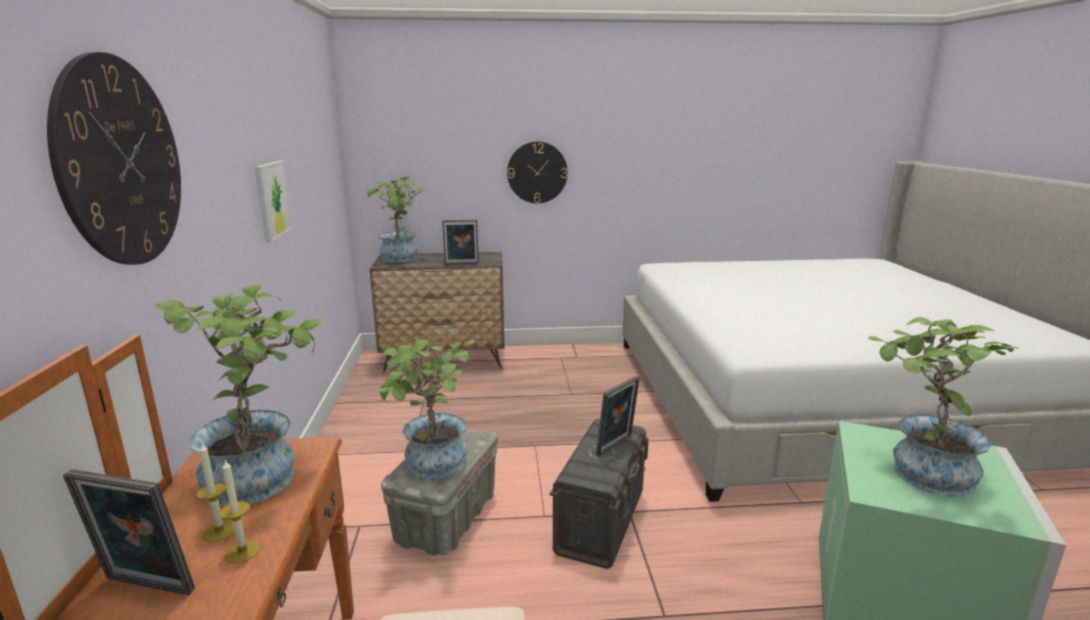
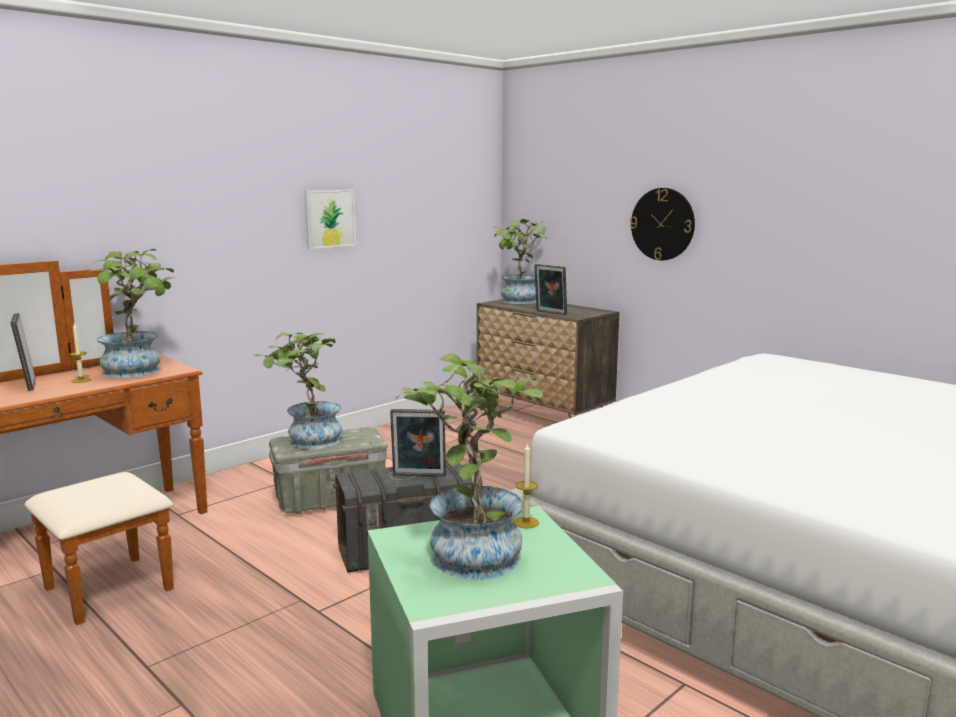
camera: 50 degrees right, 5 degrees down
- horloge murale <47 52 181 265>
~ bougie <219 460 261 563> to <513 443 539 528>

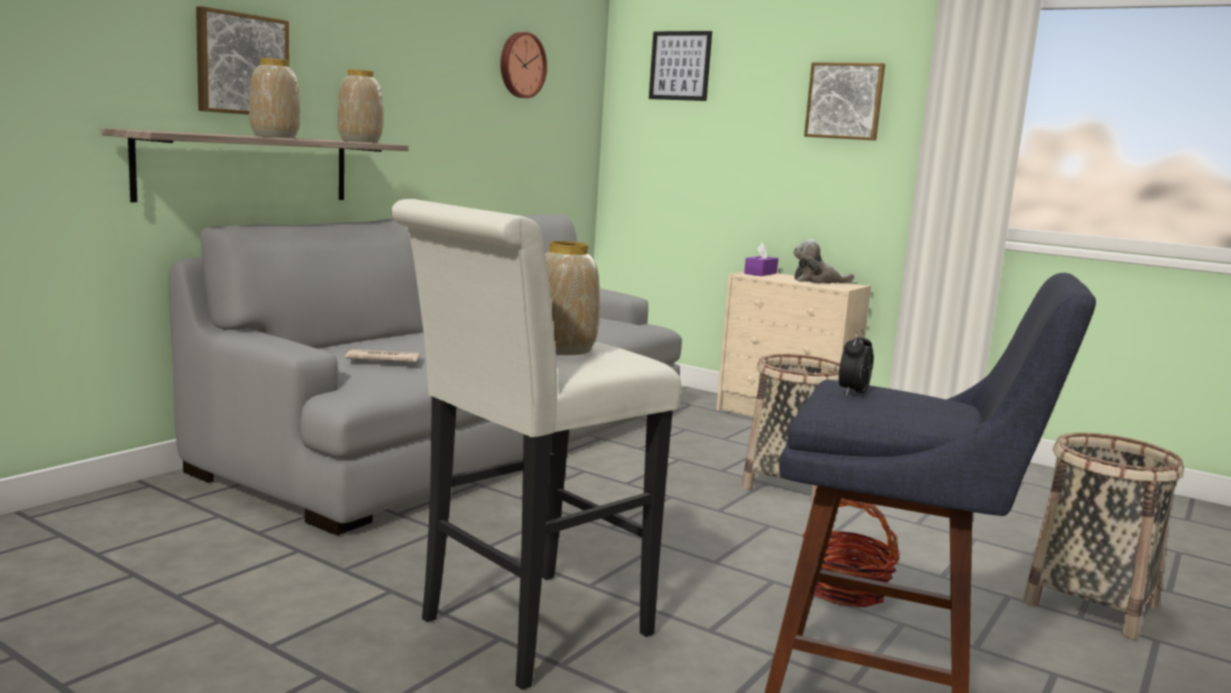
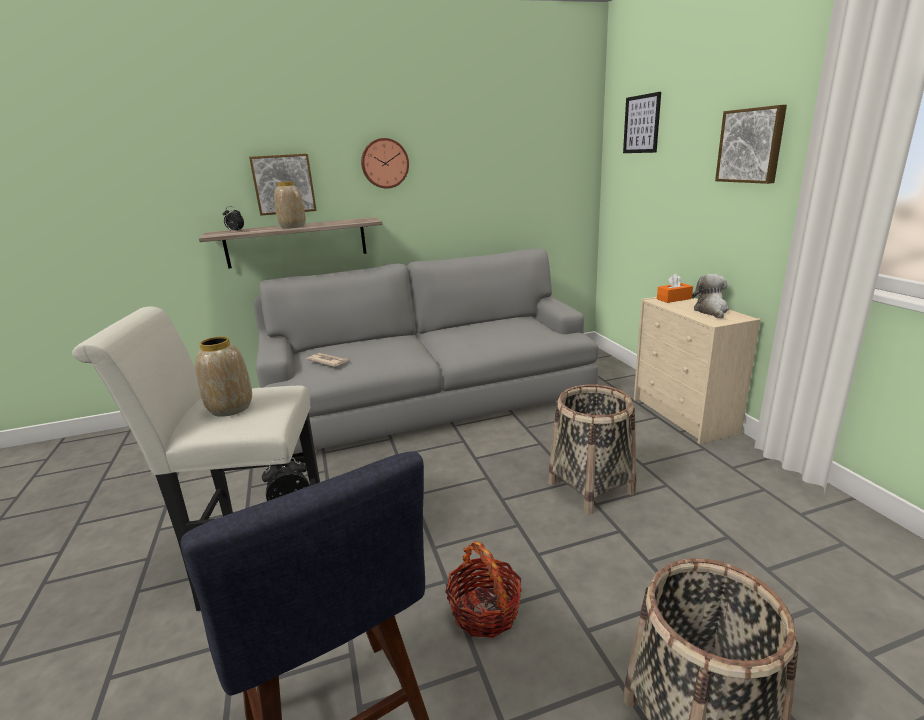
camera: 40 degrees right, 10 degrees up
- vase <337 69 383 143>
~ horloge murale <500 32 547 98> to <361 138 409 189>
~ boîte à mouchoirs/violet <744 242 778 276> to boîte à mouchoirs/orange <657 274 693 303>
~ peluche <793 239 854 284> = <692 274 729 319> 60 degrees clockwise
+ réveil <223 206 244 231>

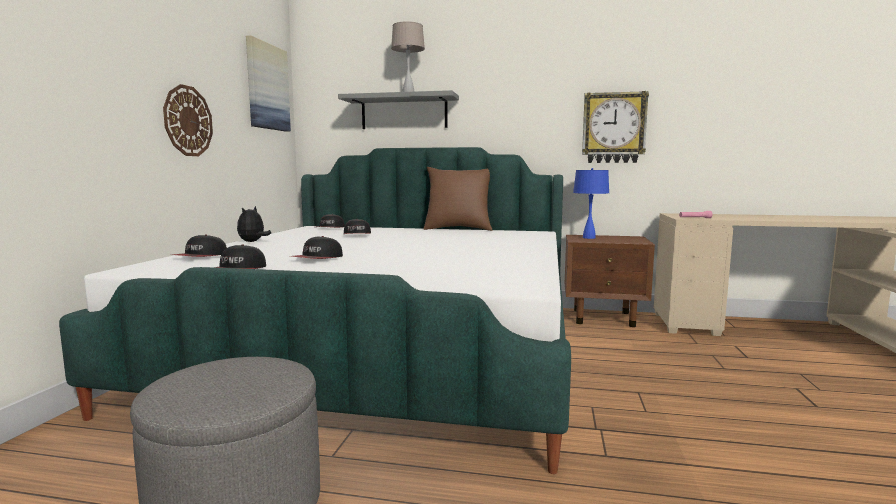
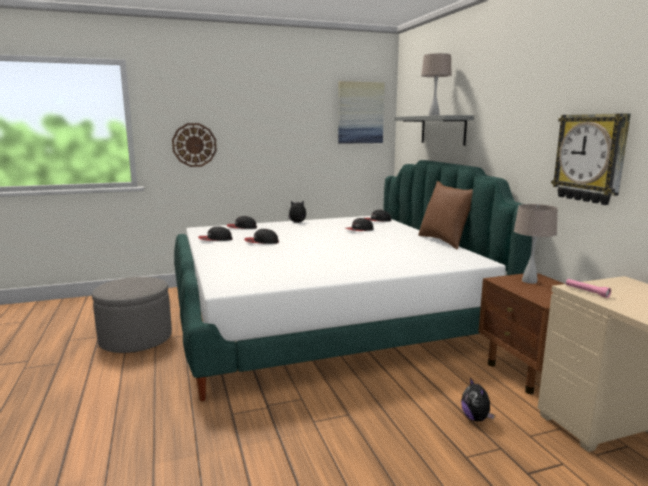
camera: 60 degrees right, 5 degrees up
~ horloge murale <163 84 213 156> to <172 123 217 167>
~ lampe de table/bleu <573 168 609 239> to lampe de table/beige <514 204 558 284>
+ peluche <461 378 494 421>

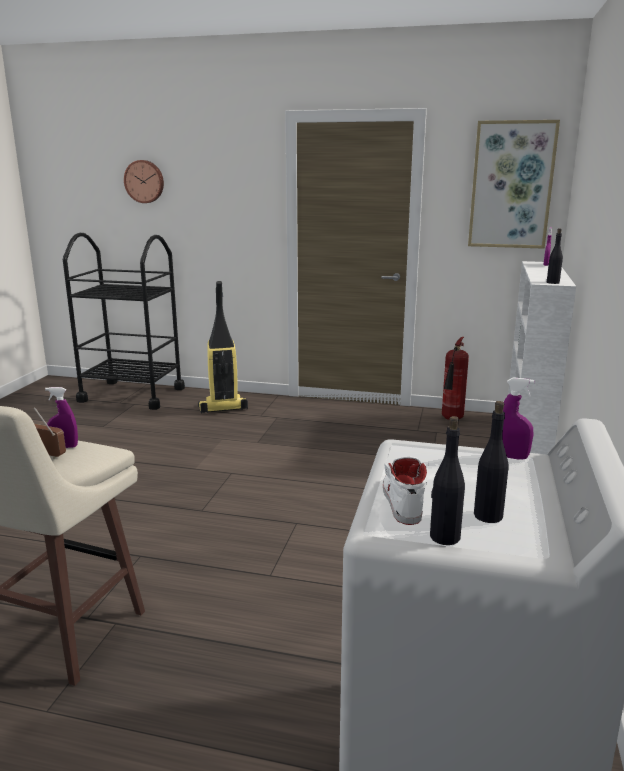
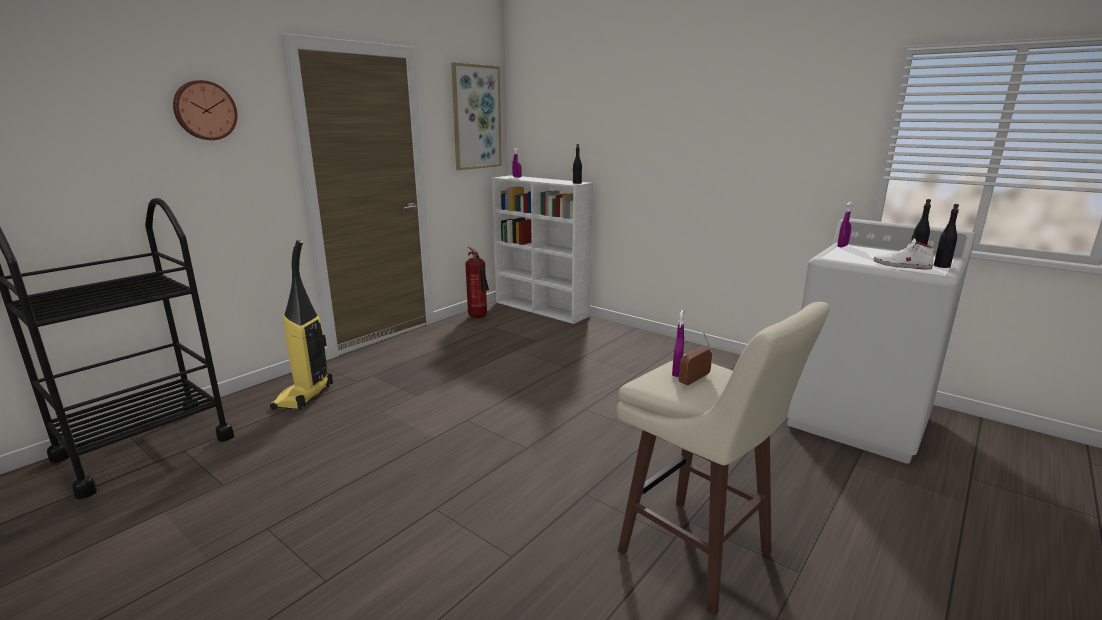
camera: 65 degrees left, 0 degrees up
~ horloge murale <124 160 164 203> to <173 80 238 140>

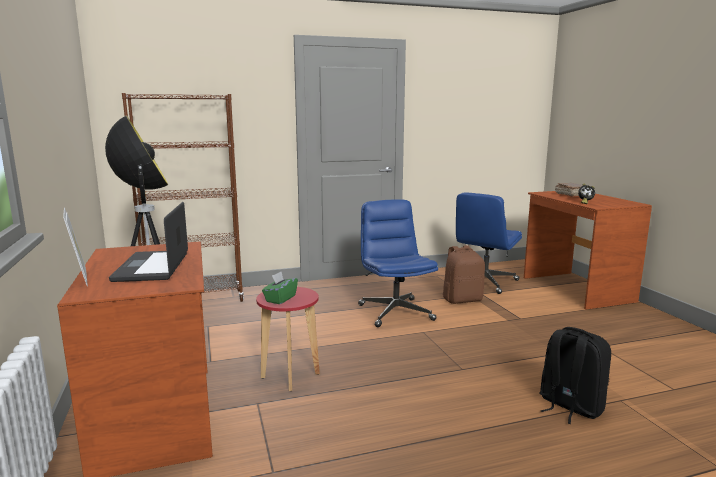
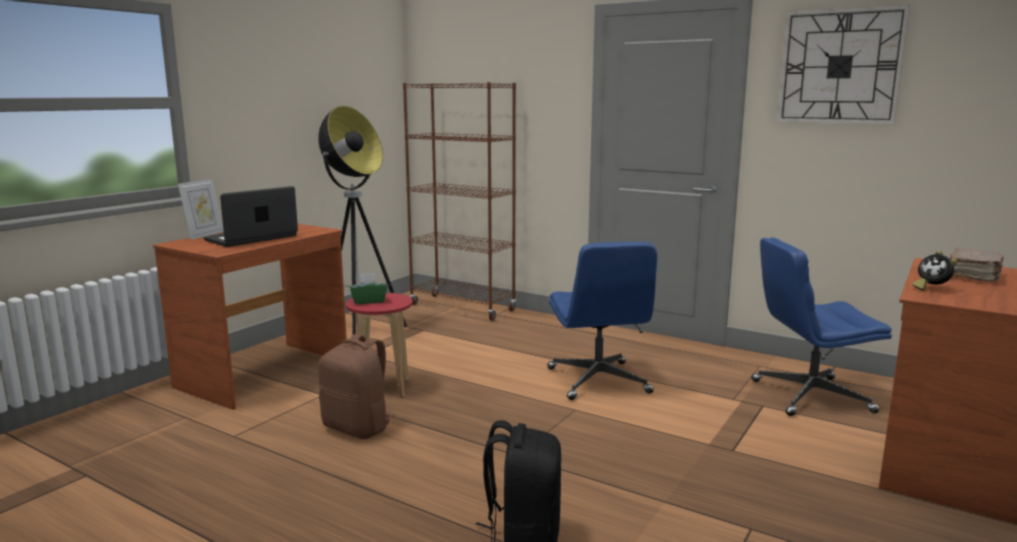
camera: 50 degrees right, 0 degrees up
~ chaise de bureau/bleu <358 199 438 327> = <547 242 657 400> 135 degrees clockwise
~ sac à dos/marron <442 245 485 304> to <318 334 395 439>
+ horloge murale <777 5 910 125>

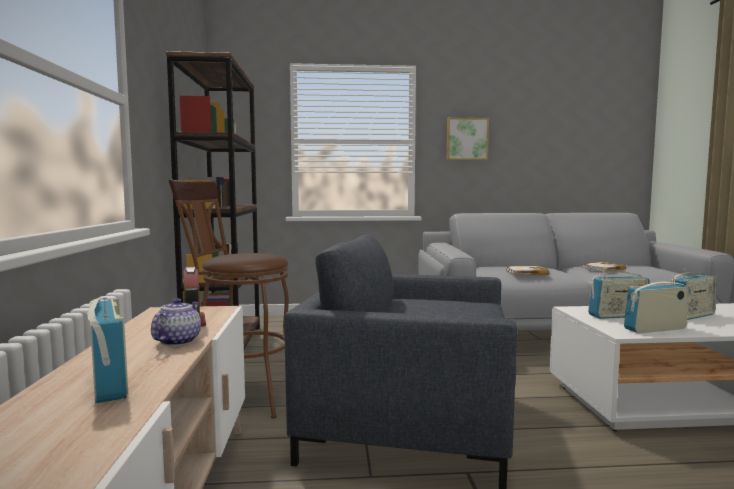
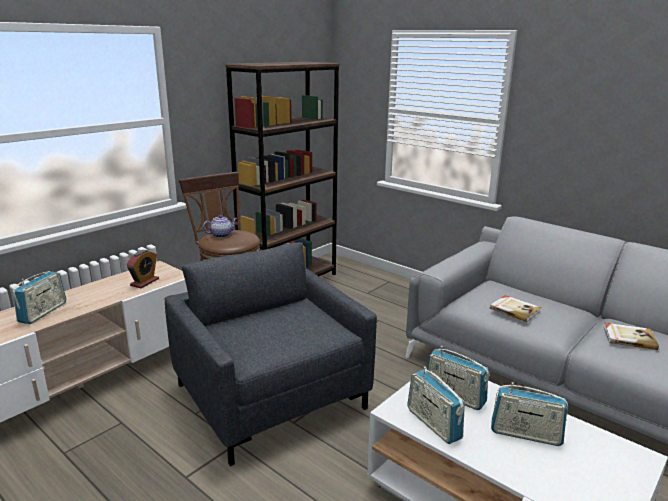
camera: 45 degrees right, 15 degrees up
~ théière <151 298 201 346> to <203 215 237 238>
- tableau <447 117 489 160>
~ radio <624 275 687 334> = <407 366 465 444> 150 degrees counterclockwise

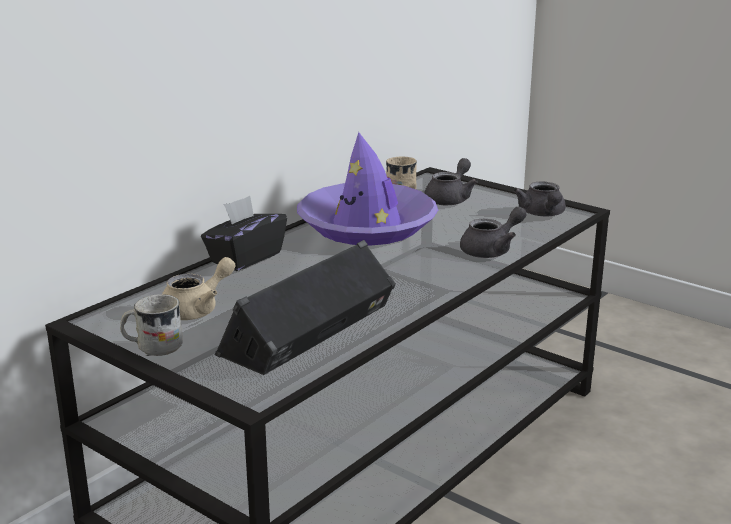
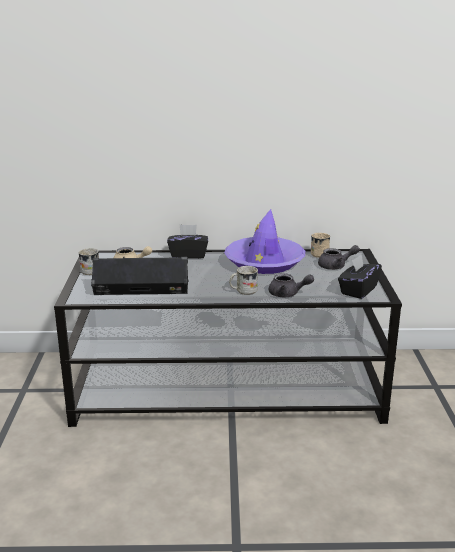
camera: 50 degrees right, 0 degrees up
~ théière/gris <514 181 566 216> to boîte à mouchoirs/noir <338 254 382 299>
+ mug/blanc <229 266 258 295>

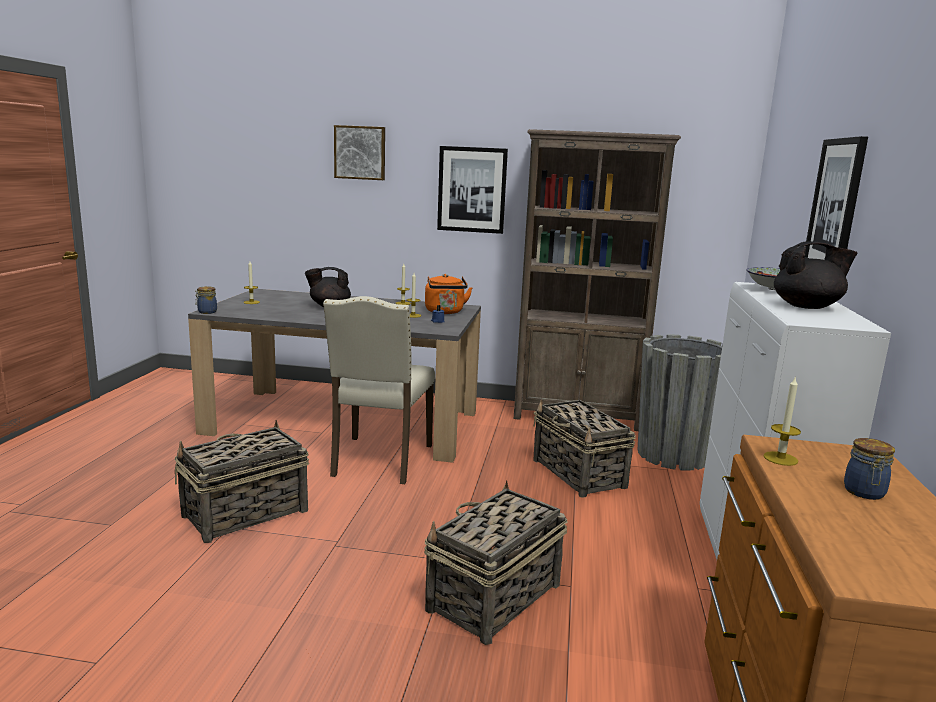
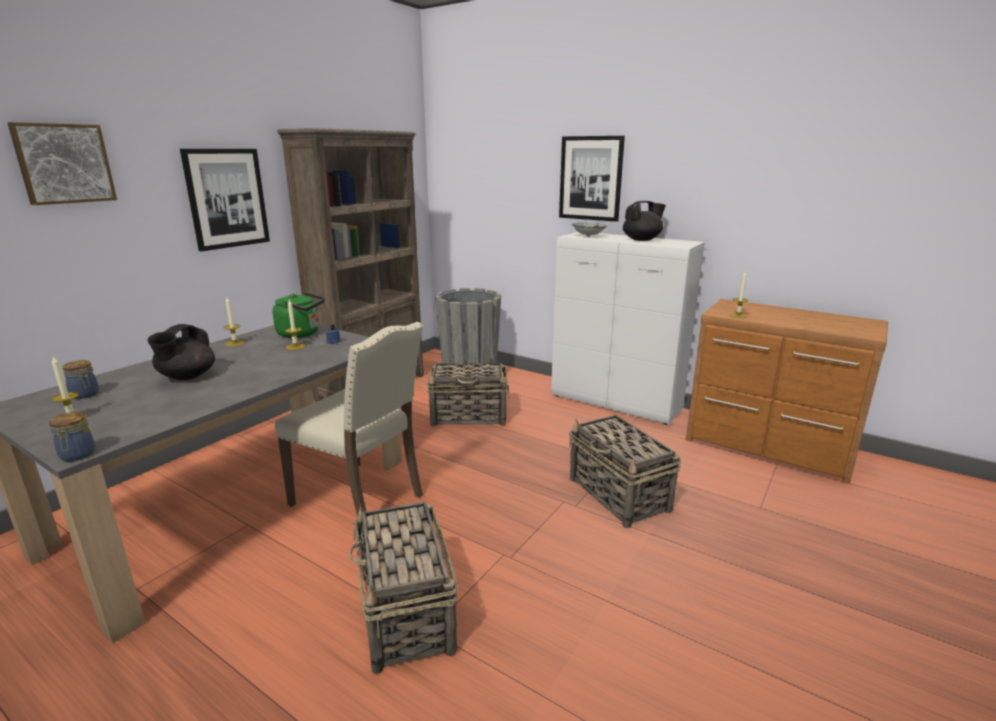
camera: 65 degrees left, 5 degrees up
~ bouilloire/orange <425 274 473 314> to bouilloire/vert <272 292 325 338>
~ théière/noir <774 241 857 309> = <623 201 666 241> 45 degrees clockwise
~ bocal <844 438 895 500> to <62 360 99 399>

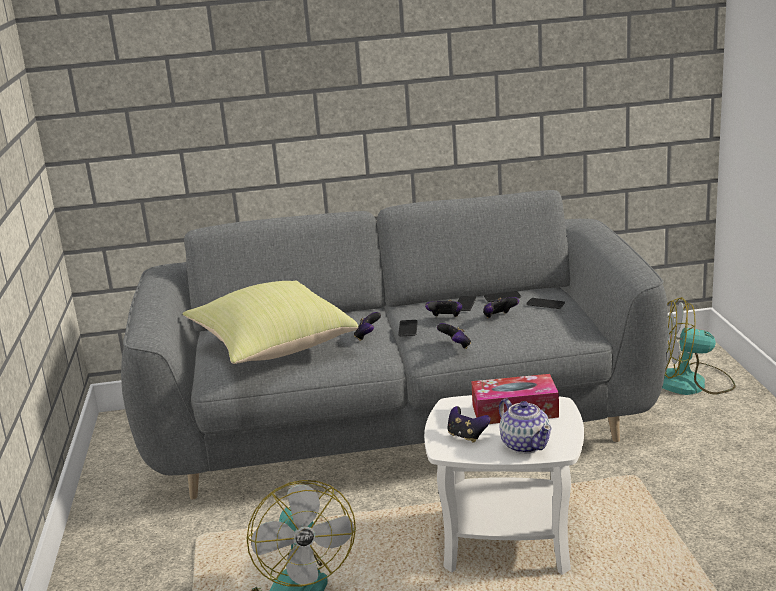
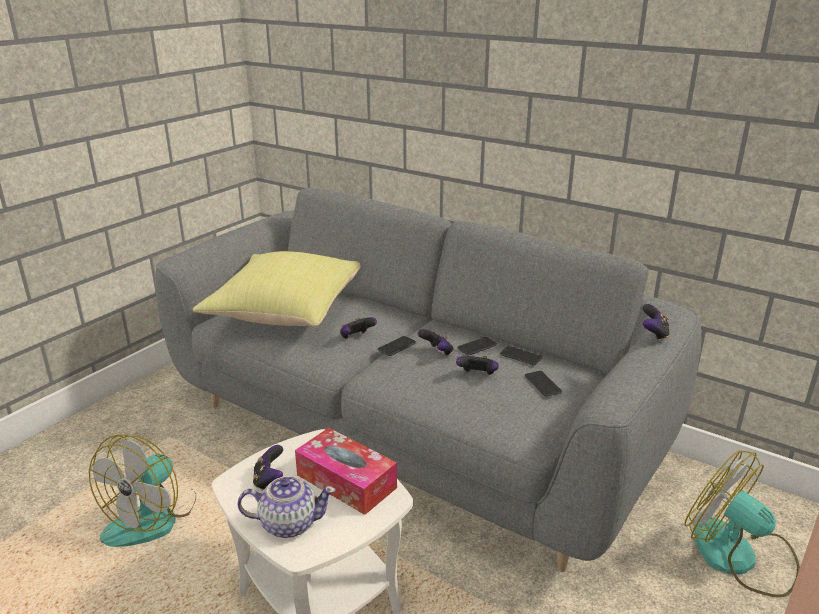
camera: 40 degrees right, 5 degrees up
~ manette <437 323 471 349> to <643 304 669 341>
~ théière <499 398 552 454> = <237 476 336 538> 105 degrees counterclockwise

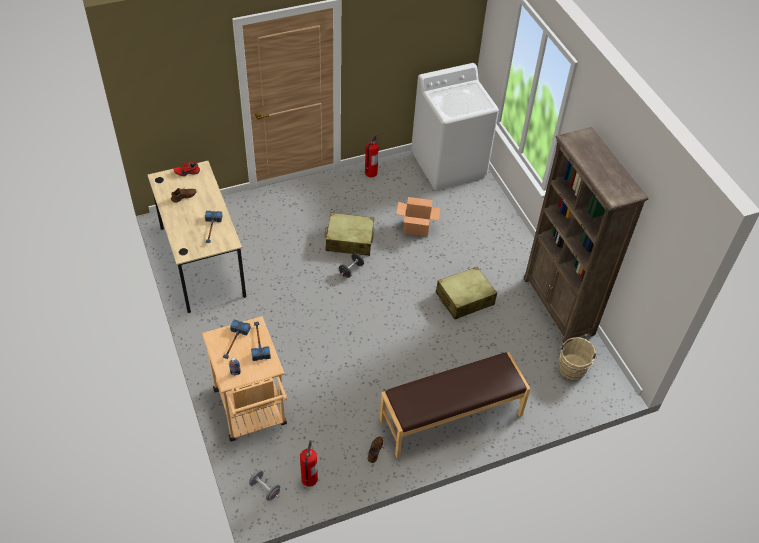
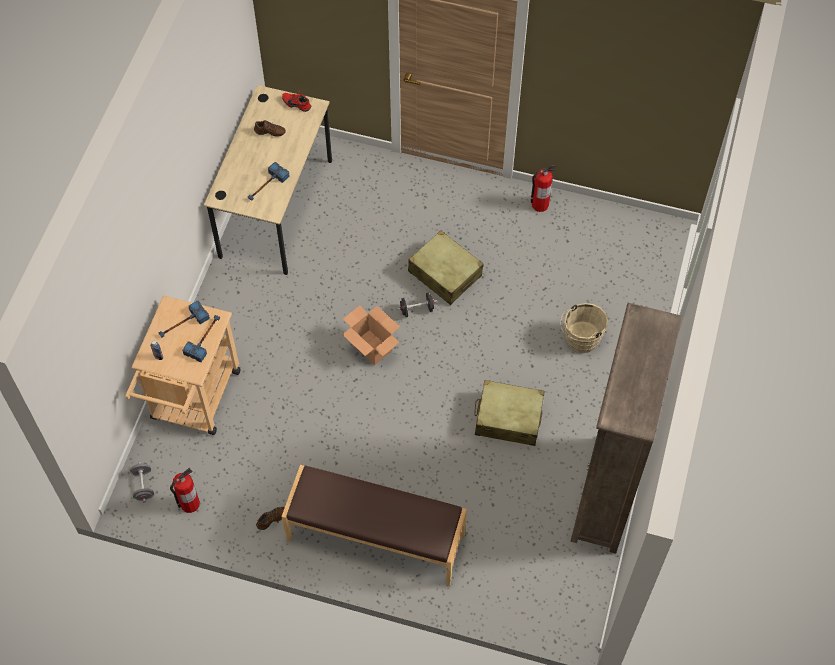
camera: 40 degrees right, 10 degrees up
~ carton <396 197 441 236> to <342 306 400 365>
- lave-linge/blanc <411 63 499 190>
~ seau/beige <559 337 597 380> to <560 303 608 353>

